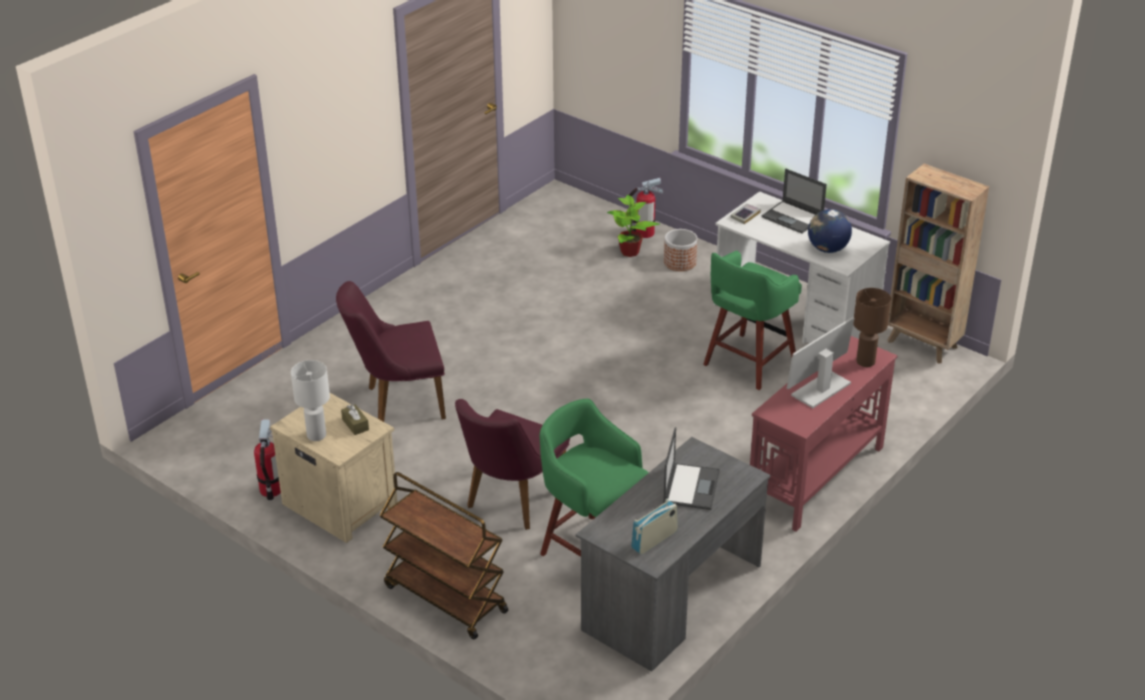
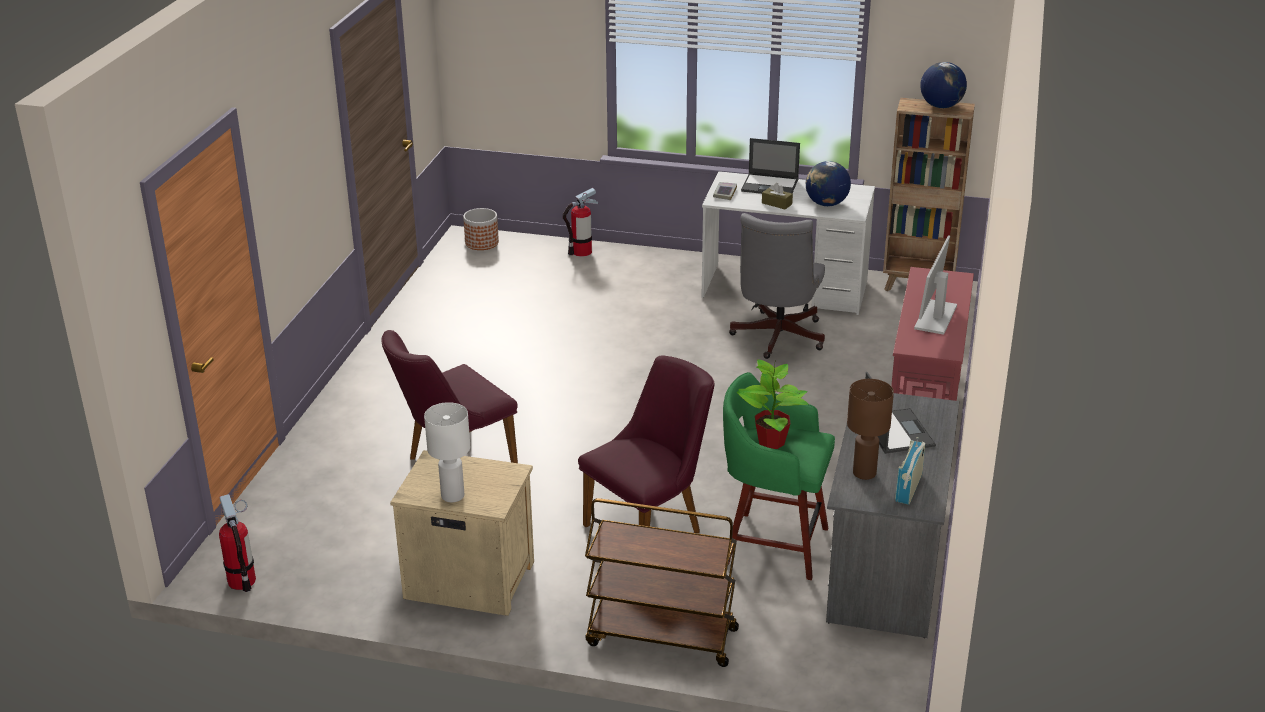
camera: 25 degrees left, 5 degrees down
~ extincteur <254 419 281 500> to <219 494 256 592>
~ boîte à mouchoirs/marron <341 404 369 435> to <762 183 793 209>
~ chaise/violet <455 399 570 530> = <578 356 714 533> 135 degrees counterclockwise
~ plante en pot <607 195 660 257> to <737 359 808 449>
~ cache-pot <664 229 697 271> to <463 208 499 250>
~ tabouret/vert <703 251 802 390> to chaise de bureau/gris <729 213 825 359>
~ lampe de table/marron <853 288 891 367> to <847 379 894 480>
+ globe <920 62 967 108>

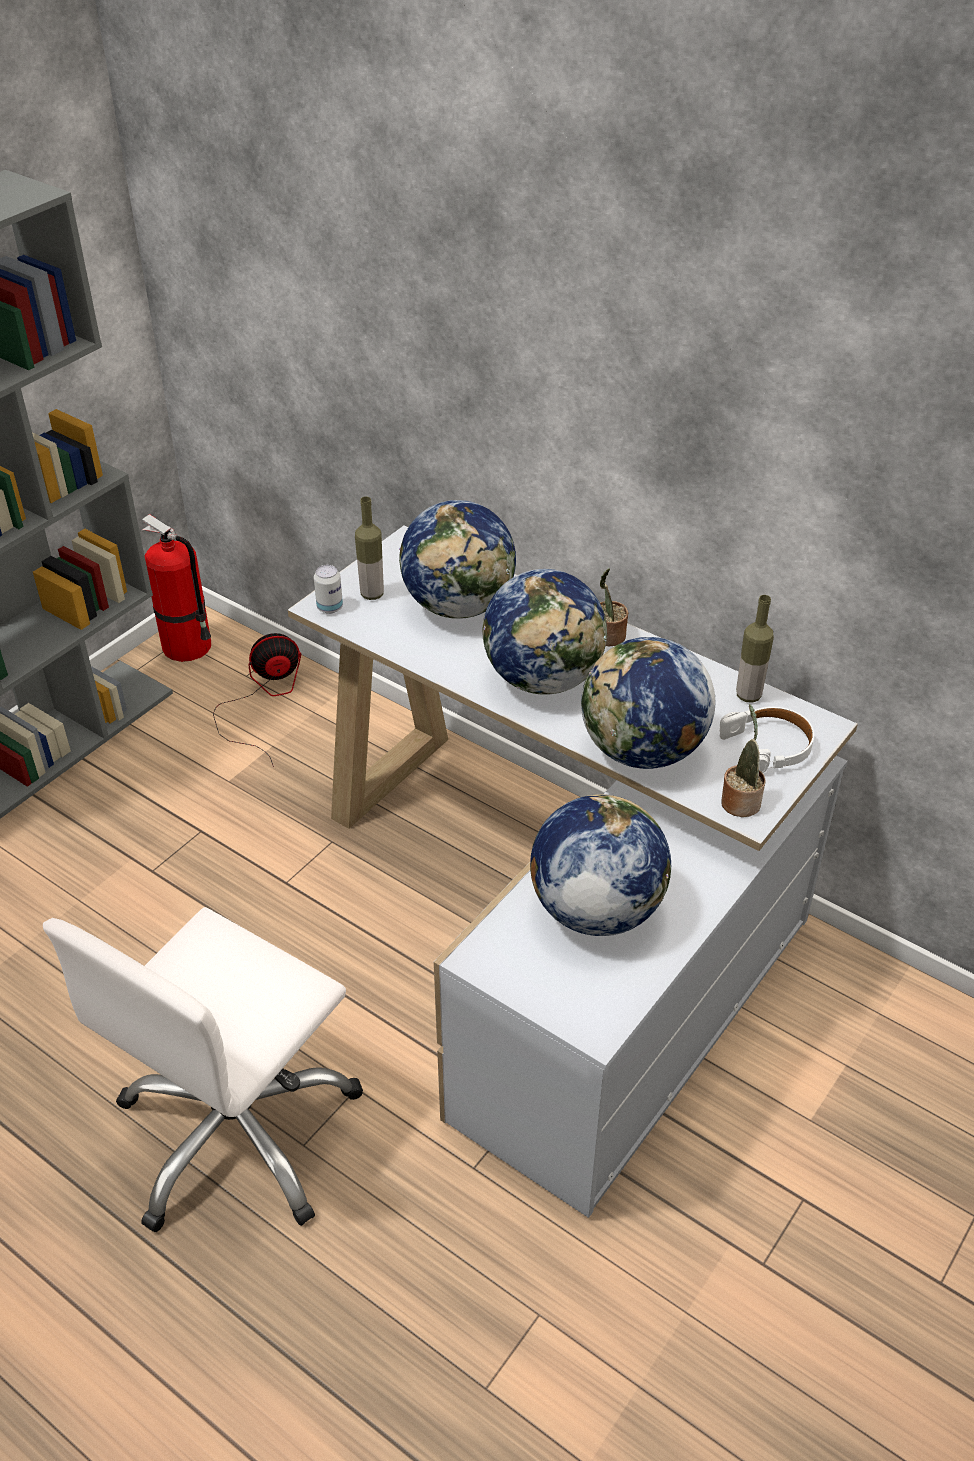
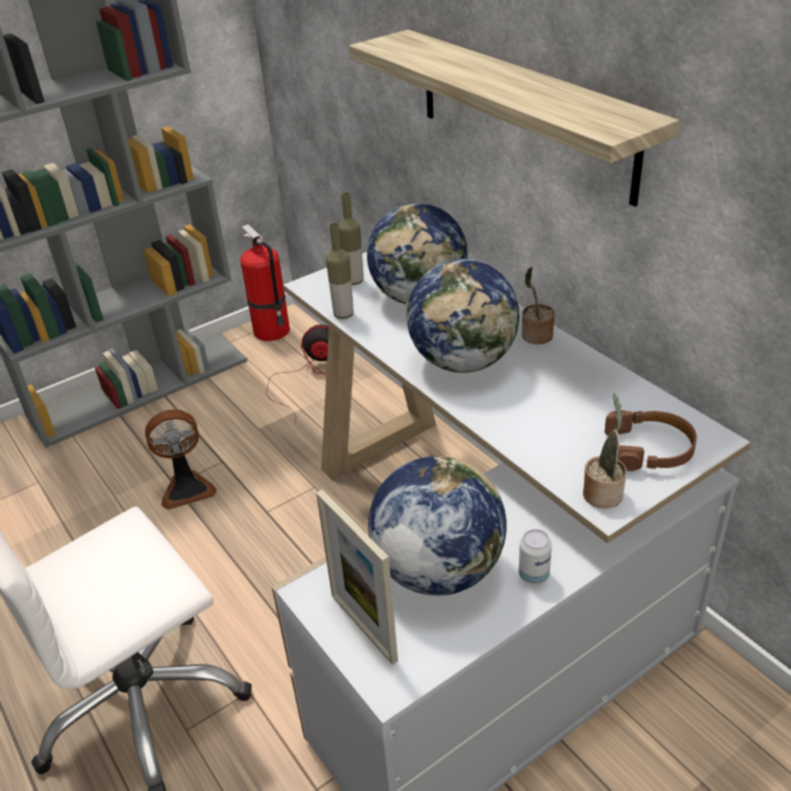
camera: 20 degrees right, 5 degrees down
~ boîte métallique <314 565 343 614> to <519 529 552 584>
- globe <581 637 716 769>
~ casque audio/blanc <720 707 814 773> to casque audio/marron <605 410 697 471>
~ bouteille <736 595 774 703> to <326 223 354 319>
+ ventilateur <145 409 217 510>
+ cadre photo <316 490 398 665>
+ étagère <349 29 680 207>

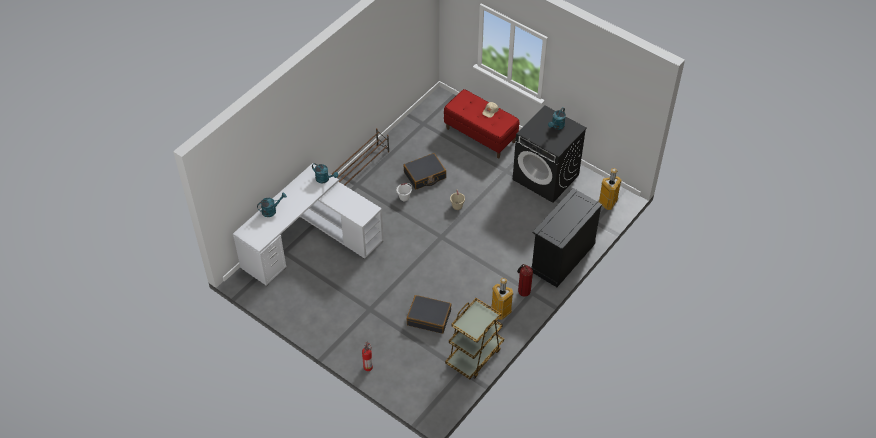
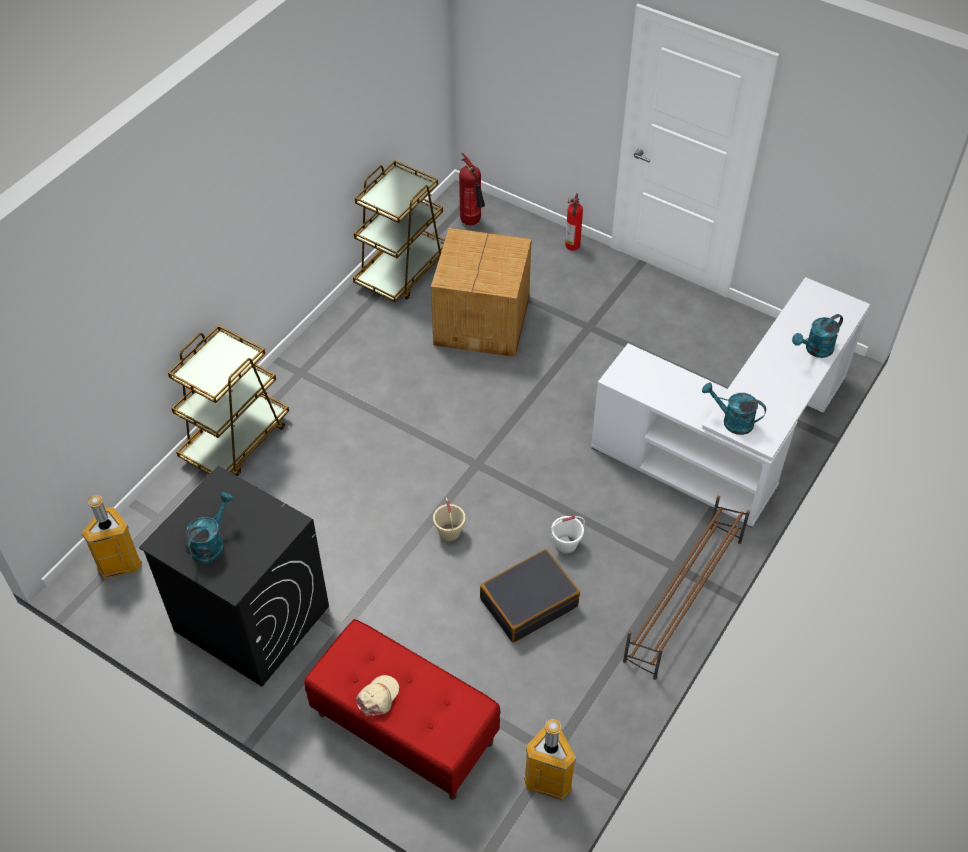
camera: 175 degrees right, 0 degrees up
~ valise/noir <407 295 451 334> to carton <431 228 532 357>
~ poubelle <491 278 513 320> to <524 719 576 801>
~ extincteur <517 264 533 297> to <459 153 485 225>
~ meuble de rangement/noir <531 188 602 287> to chariot/marron <168 325 289 476>

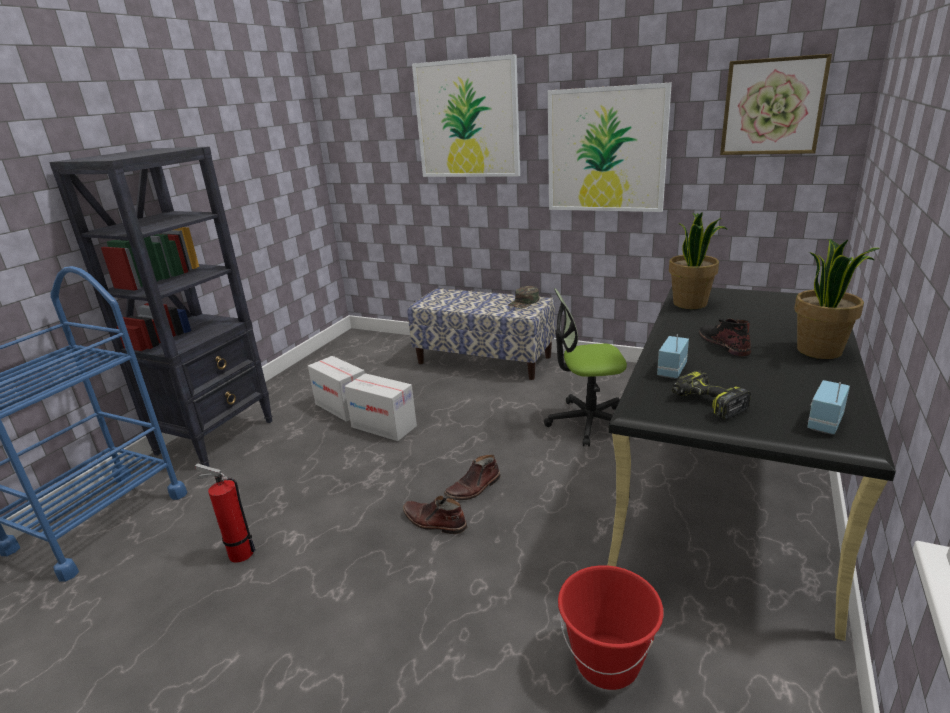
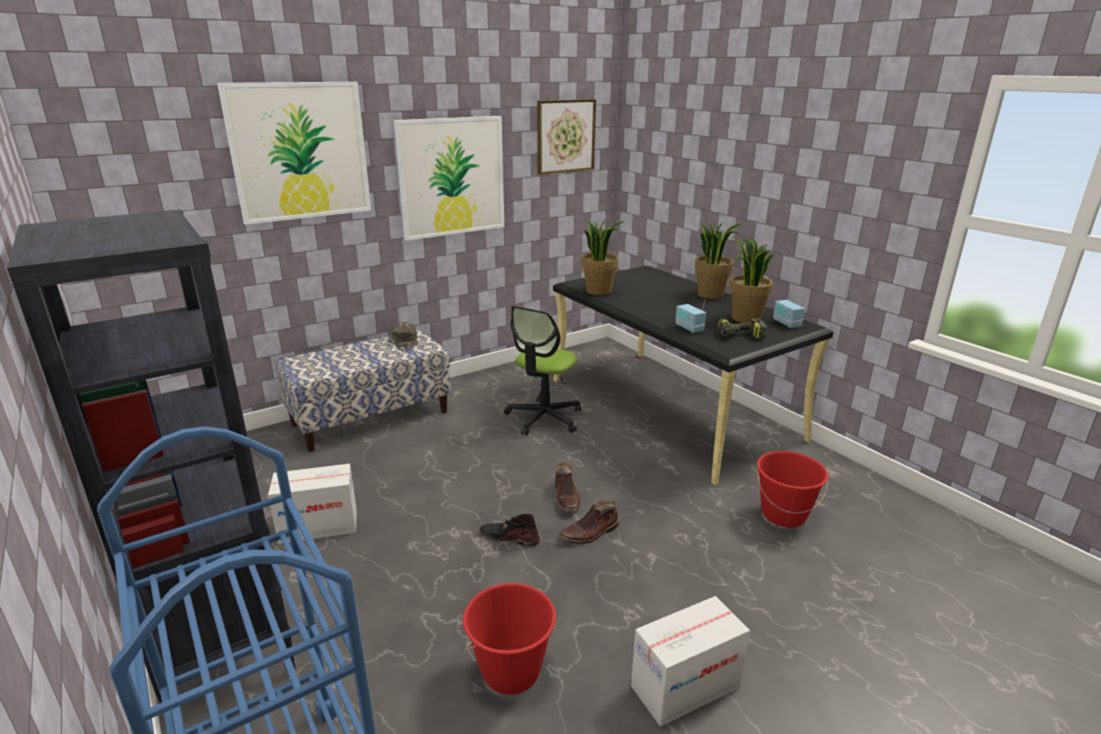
camera: 60 degrees left, 0 degrees up
~ extincteur <195 464 256 563> to seau/rouge <463 583 556 695>
~ carton <344 373 417 441> to <631 596 750 727>
~ botte/noir <699 318 751 356> to <480 514 540 547>
+ plante en pot <729 236 775 323>

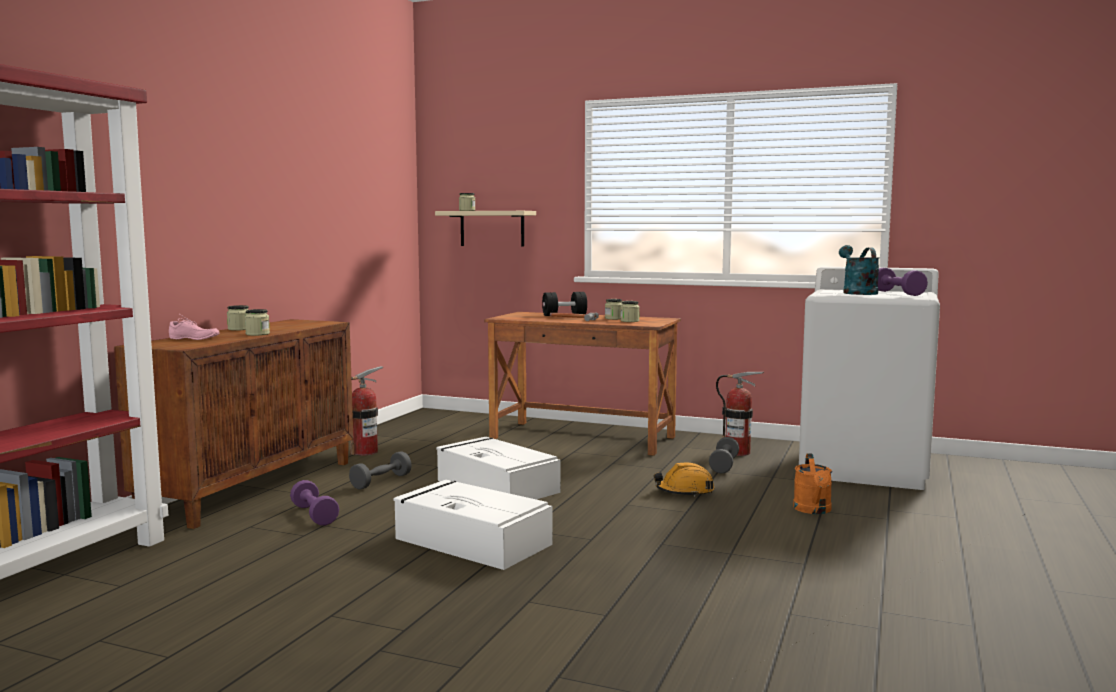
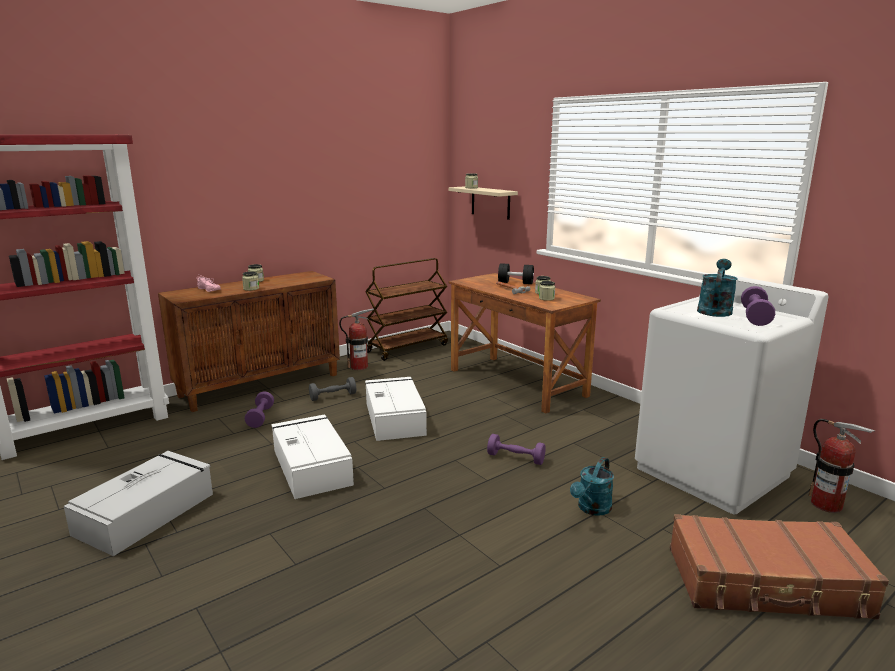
camera: 30 degrees right, 10 degrees up
~ casque de chantier/orange <654 462 714 497> to haltère/violet <487 434 546 465>
- haltère/gris <709 437 739 474>
~ extincteur <716 372 764 456> to <809 419 875 513>
~ arrosoir/orange <793 453 832 514> to arrosoir/turquoise <570 457 614 516>
+ boîte de rangement/gris <64 451 213 556>
+ chariot/marron <365 258 448 361>
+ valise/marron <670 514 889 619>

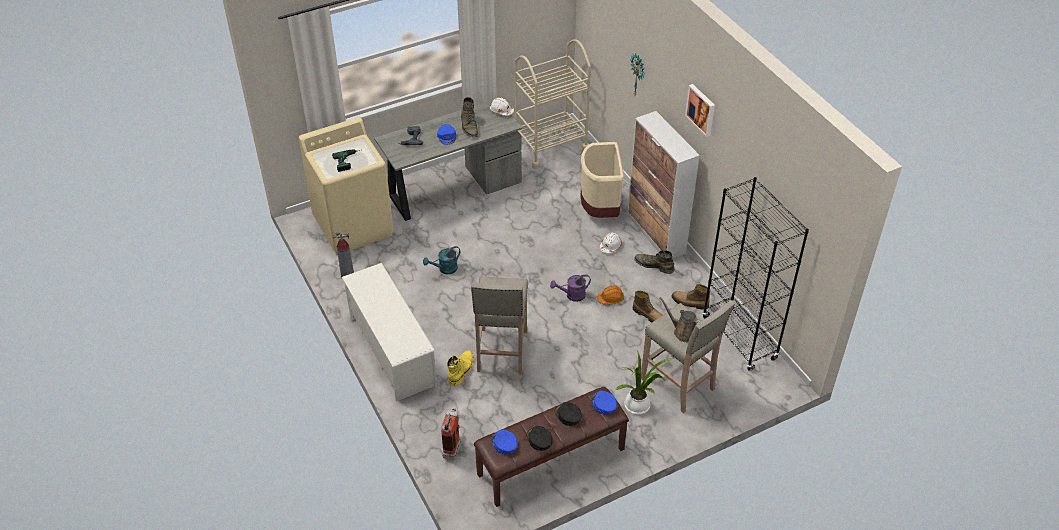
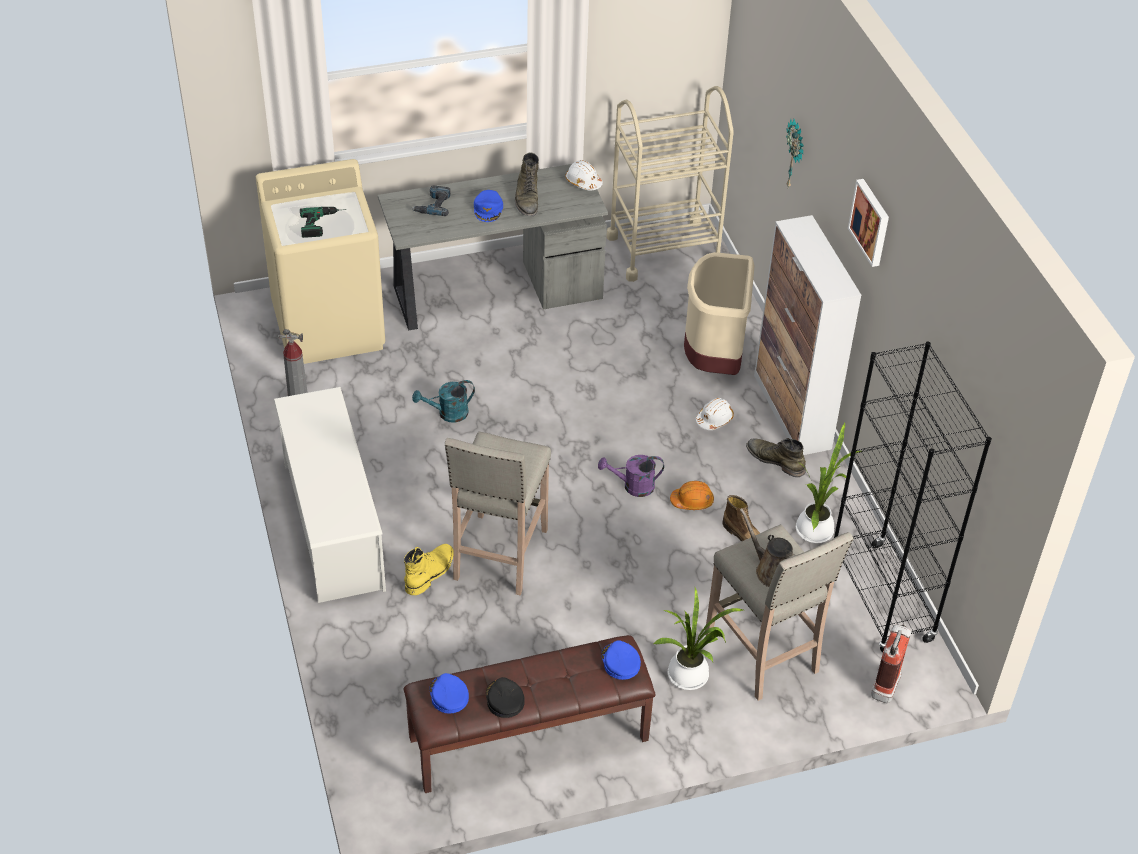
camera: 10 degrees right, 0 degrees up
~ extincteur <441 408 461 460> to <871 624 911 703>
- casquette/noir <554 402 582 426>
~ botte <672 284 711 309> to plante en pot <796 422 860 543>

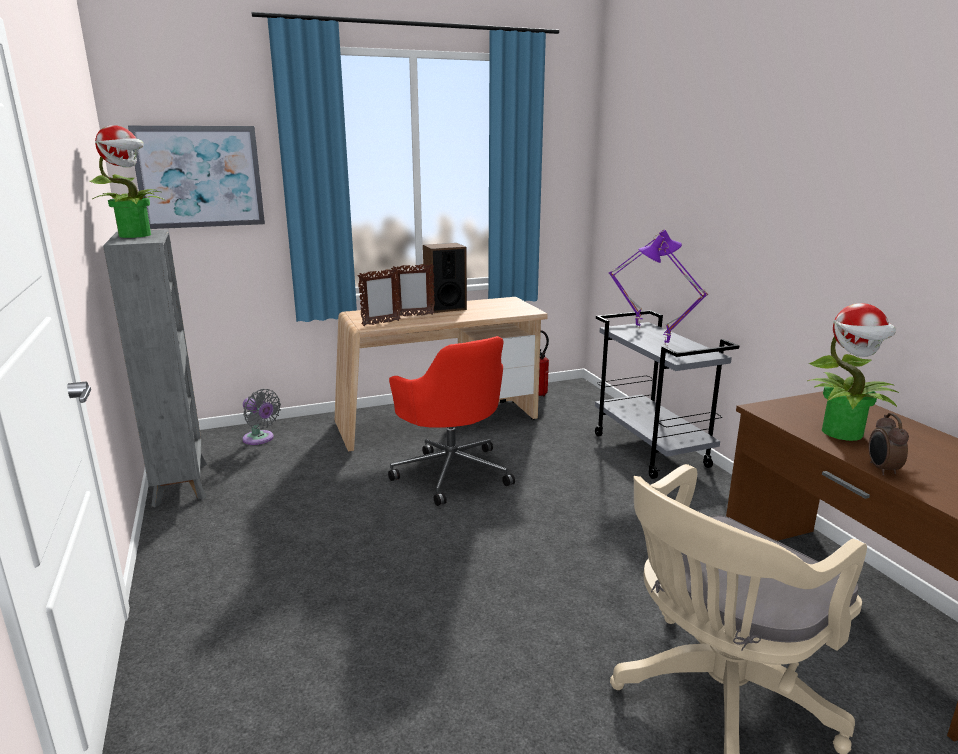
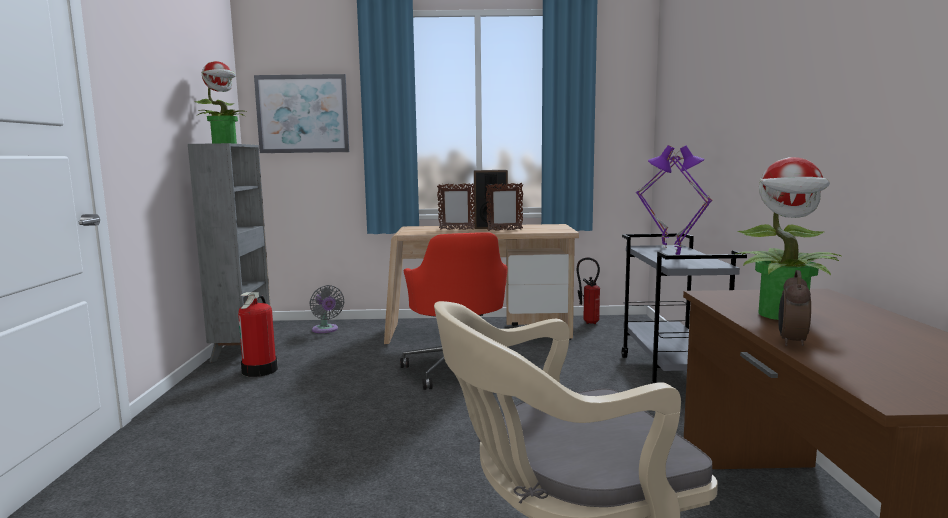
camera: 20 degrees right, 10 degrees down
~ cadre photo <358 268 401 326> to <486 183 523 231>
+ extincteur <238 292 278 377>

